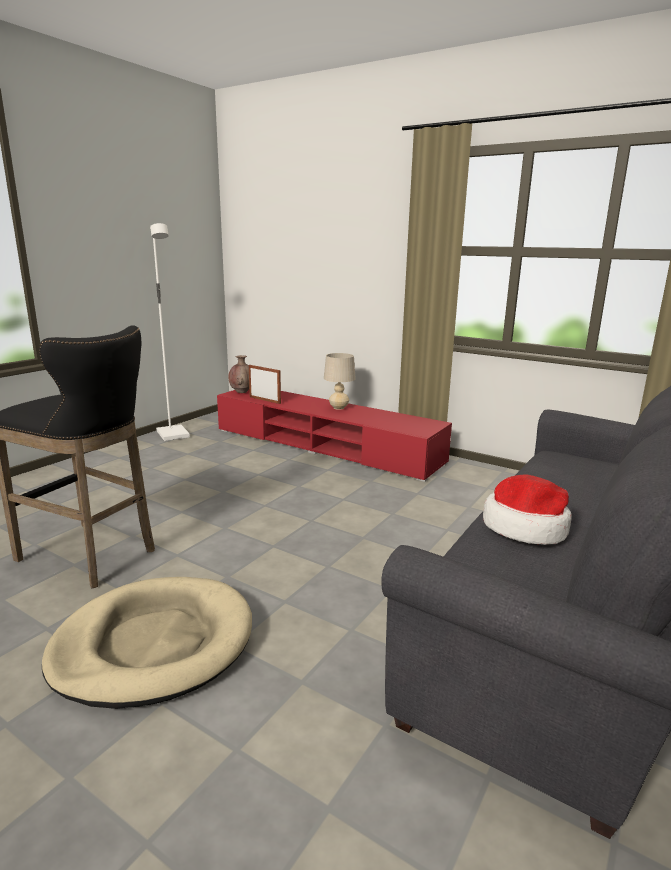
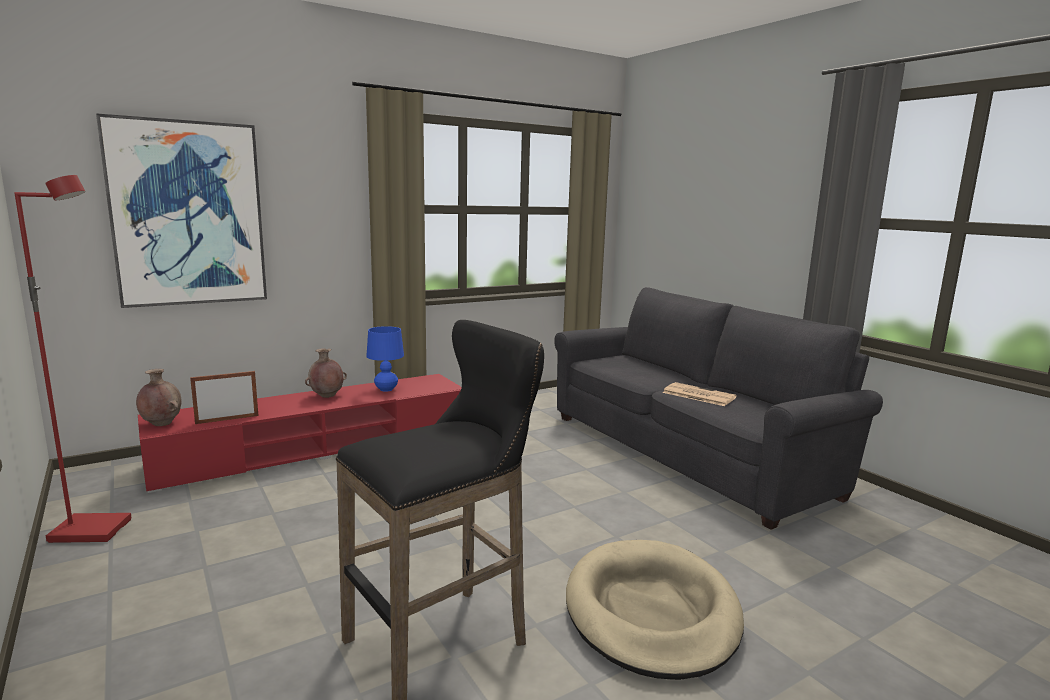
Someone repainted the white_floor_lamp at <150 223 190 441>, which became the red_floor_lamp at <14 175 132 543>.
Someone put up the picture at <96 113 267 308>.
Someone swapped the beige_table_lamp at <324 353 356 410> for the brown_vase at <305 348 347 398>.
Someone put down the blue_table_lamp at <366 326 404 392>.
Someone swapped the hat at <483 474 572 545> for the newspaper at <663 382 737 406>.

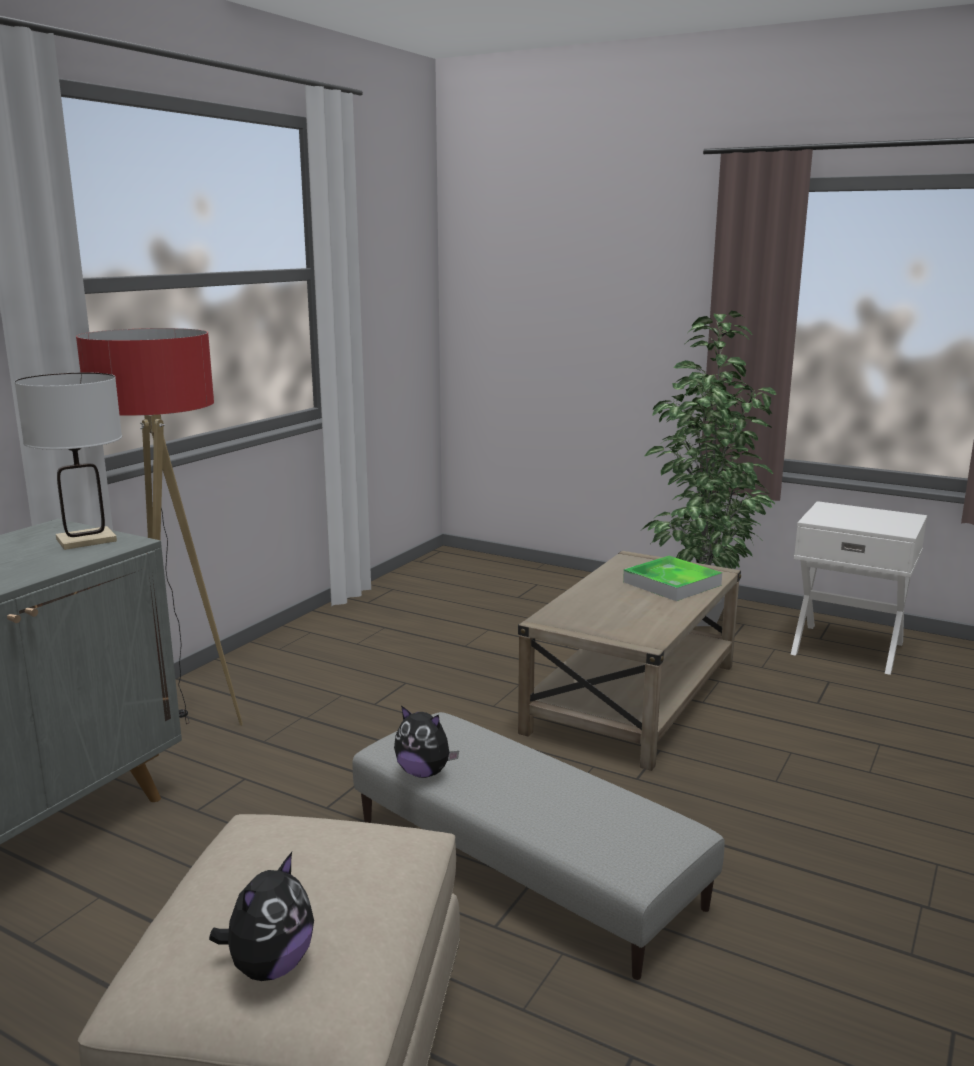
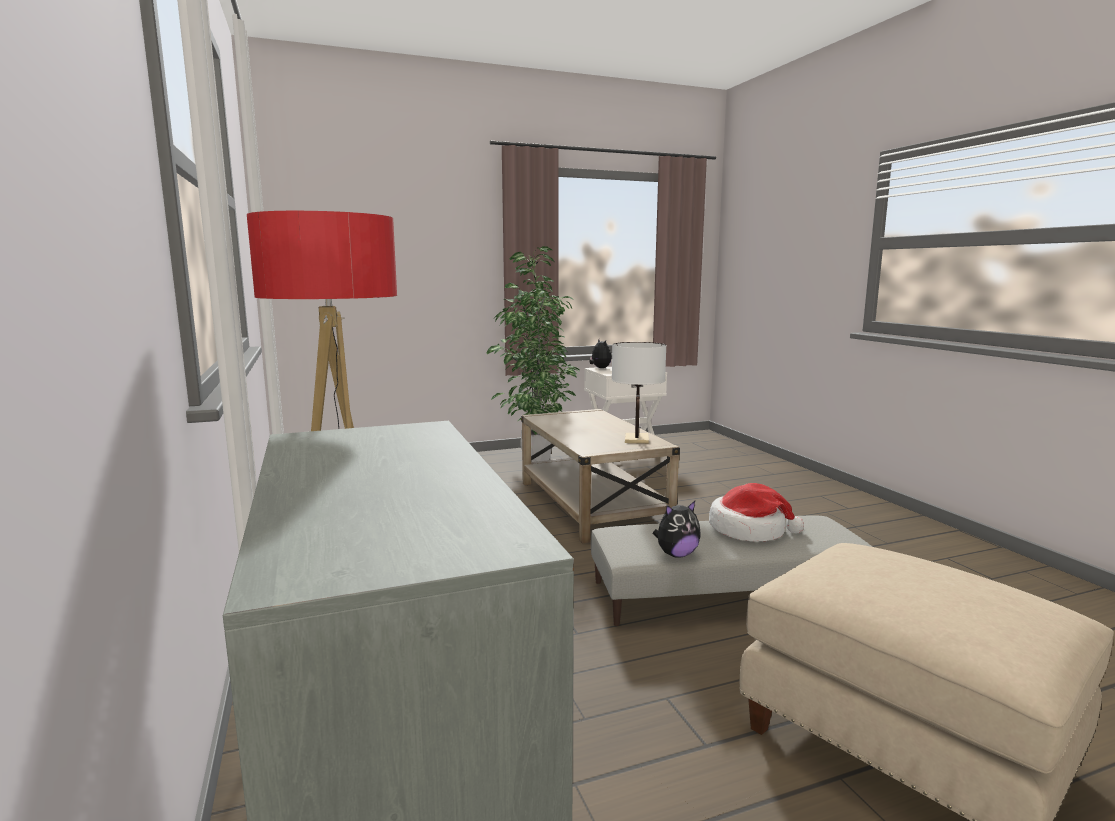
Someone carried the plush_toy from <209 852 314 981> to <589 340 612 368>.
Someone carried the white_table_lamp from <15 372 122 550> to <612 342 666 444>.
Someone put down the hat at <709 483 804 542>.
Someone took away the tray at <623 556 722 601>.

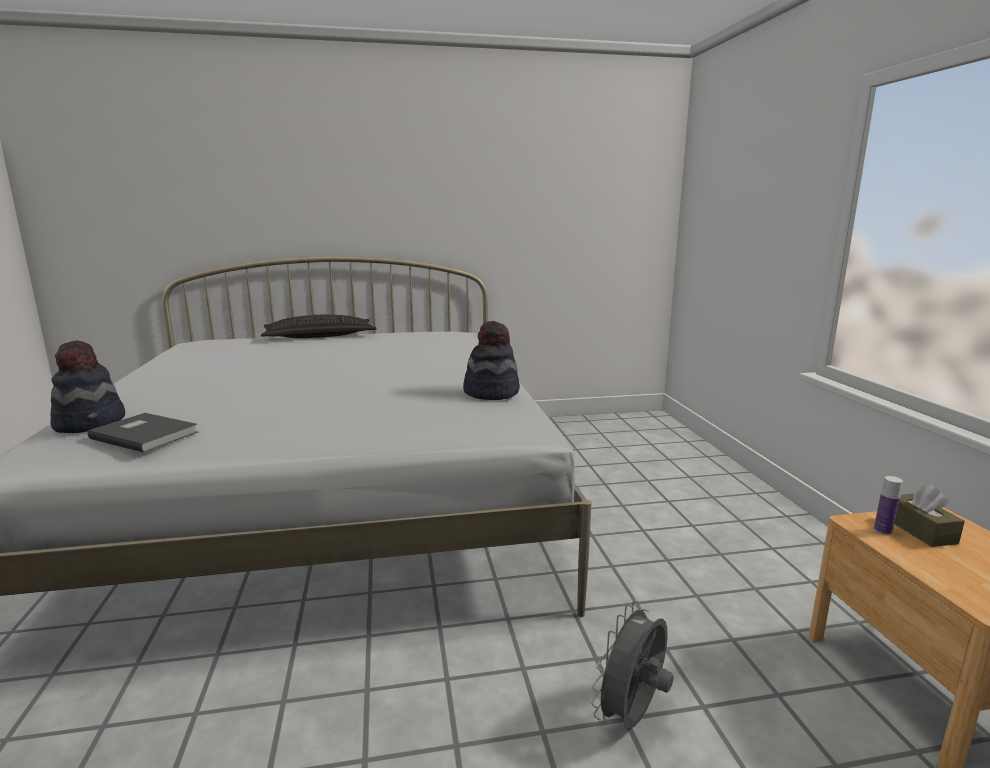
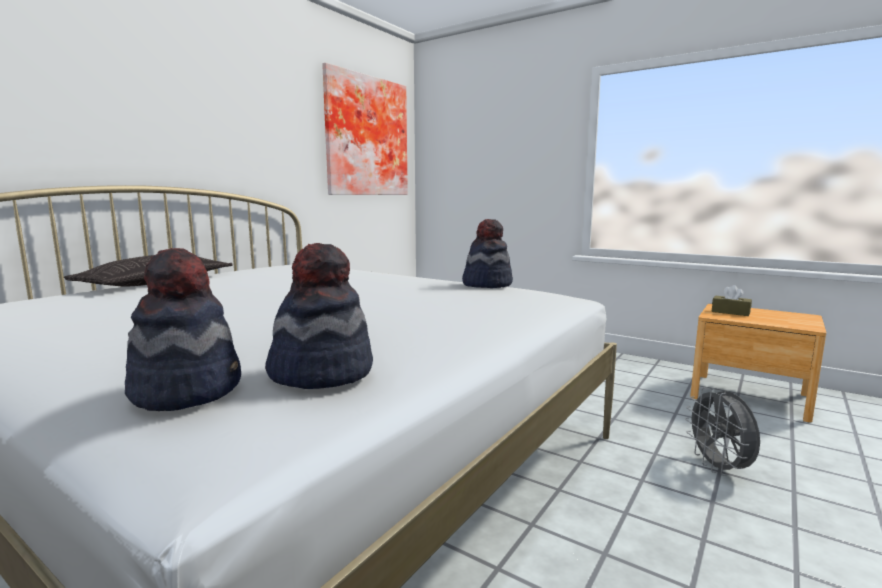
Someone swapped the grey_book at <88 413 198 453> for the hat at <265 243 373 389>.
Someone put up the picture at <322 63 408 195>.
Someone took away the bottle at <874 476 903 535>.

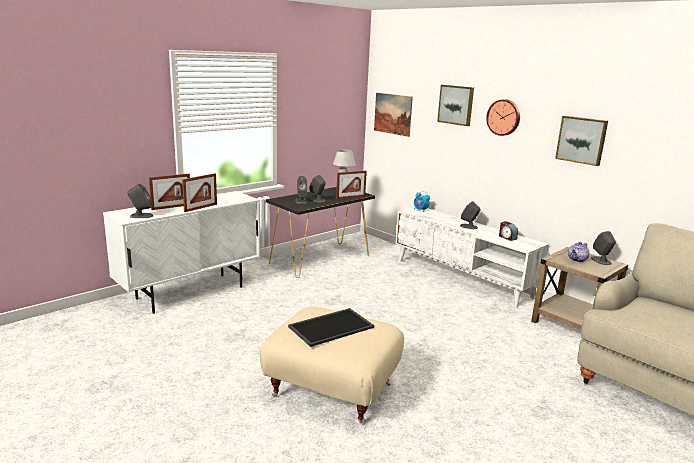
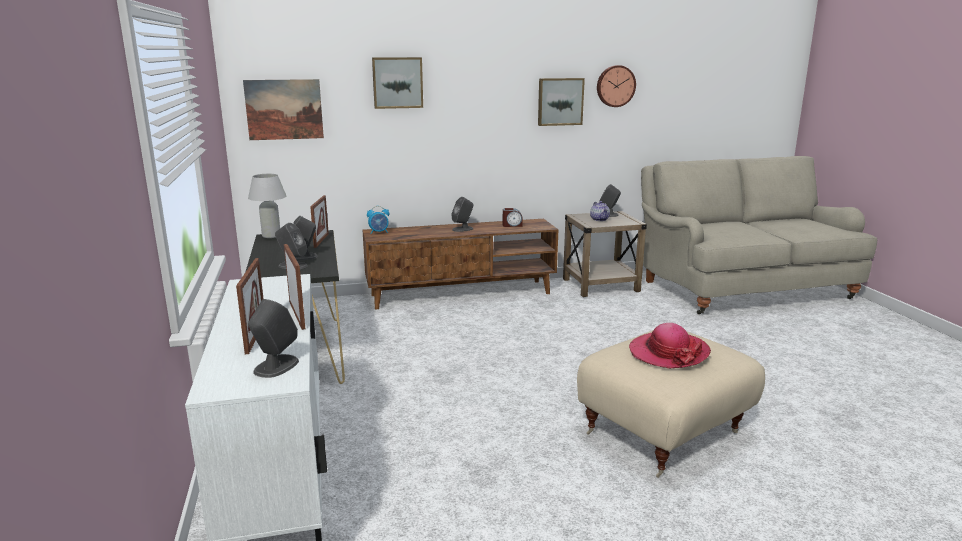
Someone repainted the white_tv_stand at <396 207 549 308>, which became the brown_tv_stand at <362 219 559 309>.
Someone carried the wall_clock from <486 99 520 136> to <597 65 636 107>.
Someone swapped the tray at <288 308 374 347> for the hat at <629 323 711 369>.

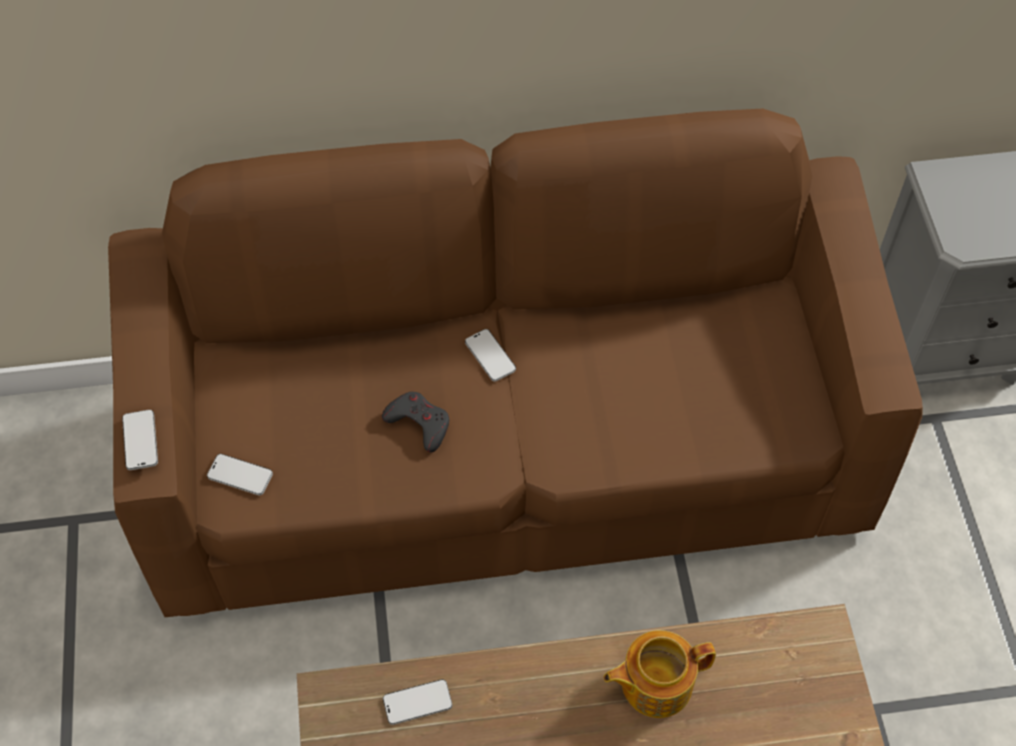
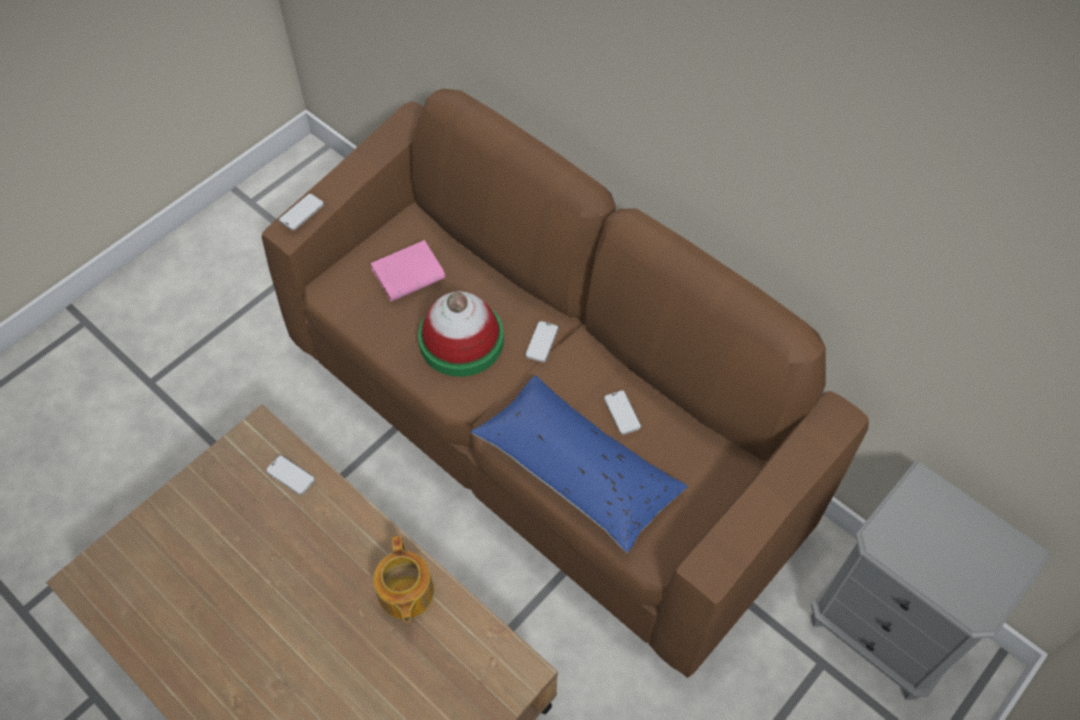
Someone put down the pink_book at <370 240 445 302>.
Someone rotated the teapot at <604 630 716 718> by 135 degrees counterclockwise.
Someone swapped the grey_game_controller at <382 392 449 452> for the hat at <418 291 504 377>.
Someone put down the blue_pillow at <471 376 688 553>.
Someone carried the phone from <207 454 273 495> to <604 390 641 435>.

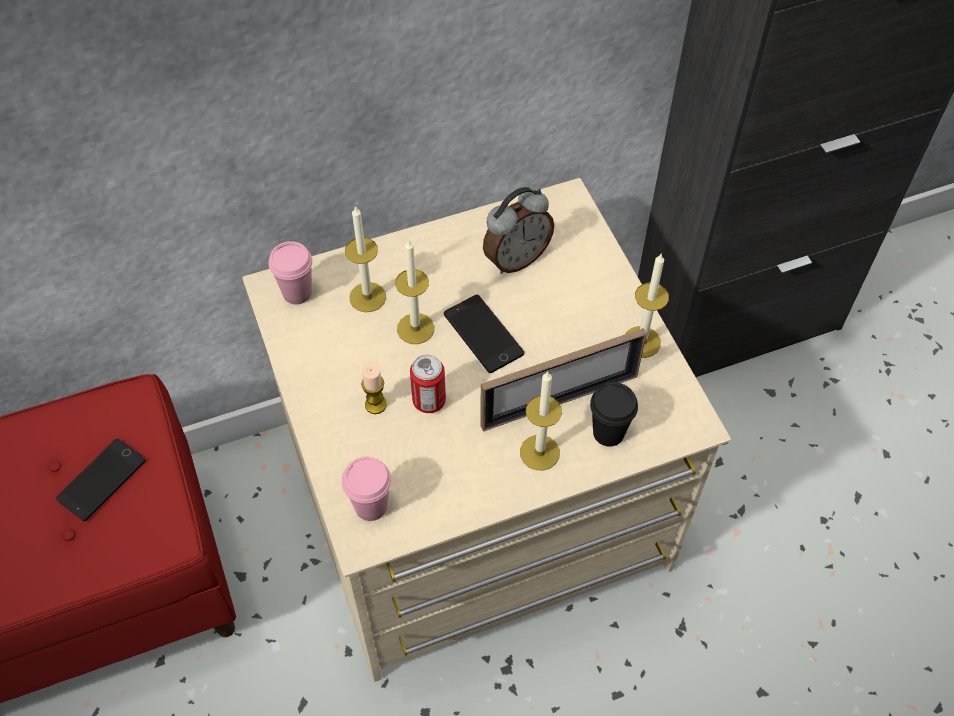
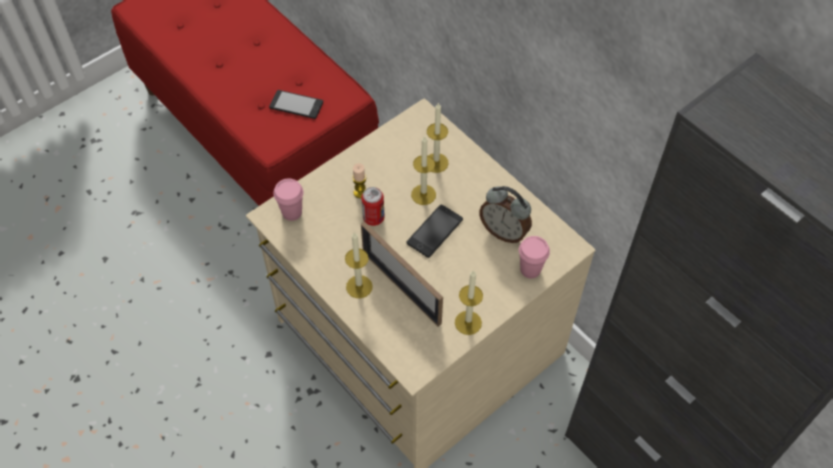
Someone carried the pink_cup from <269 241 313 305> to <519 236 550 278>.
Someone took away the black_cup at <590 382 638 447>.

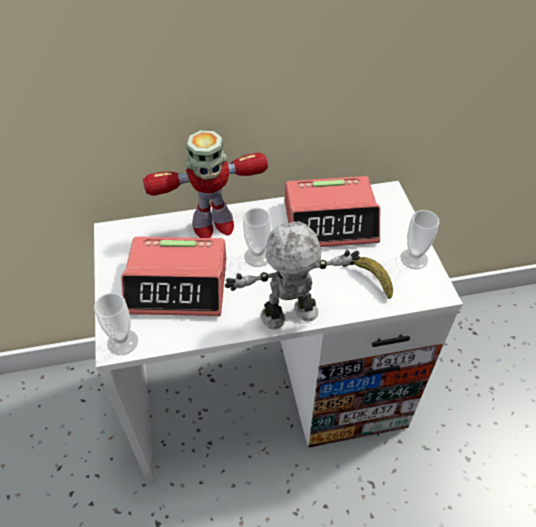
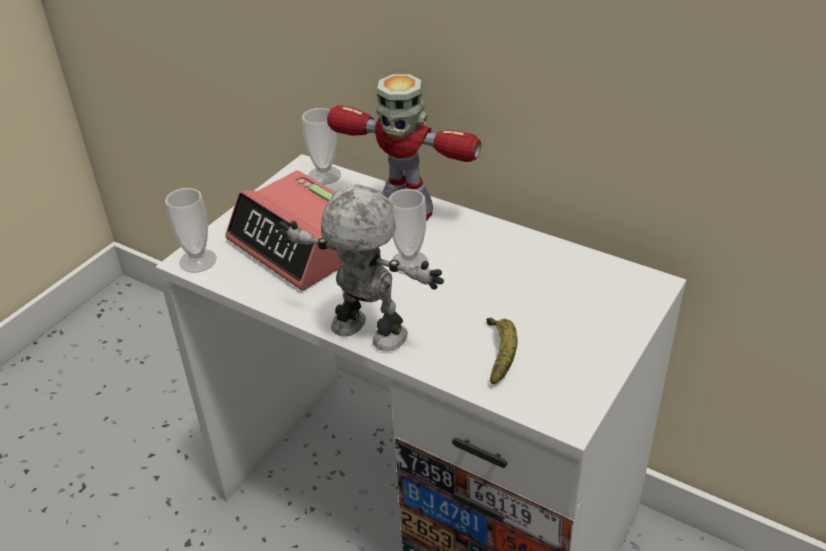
Someone carried the cup from <401 210 440 269> to <302 108 341 185>.
Someone took away the alarm_clock at <285 176 380 247>.

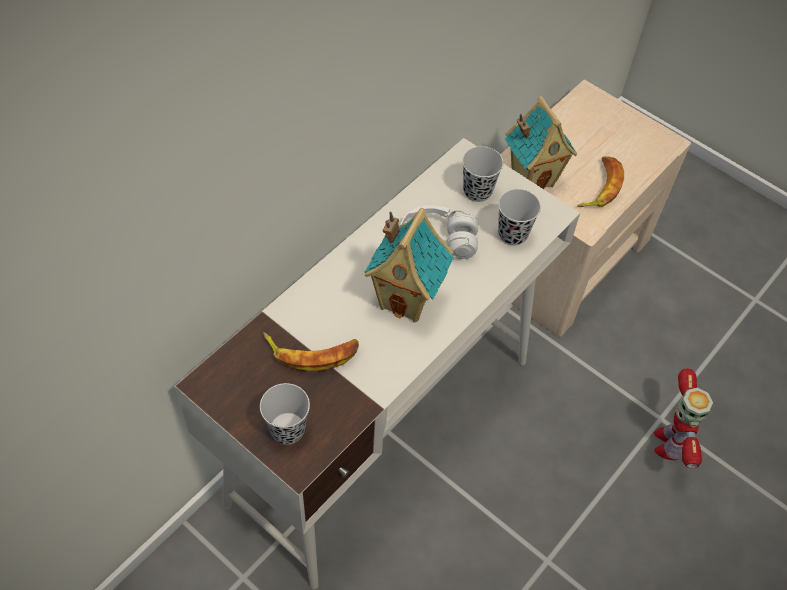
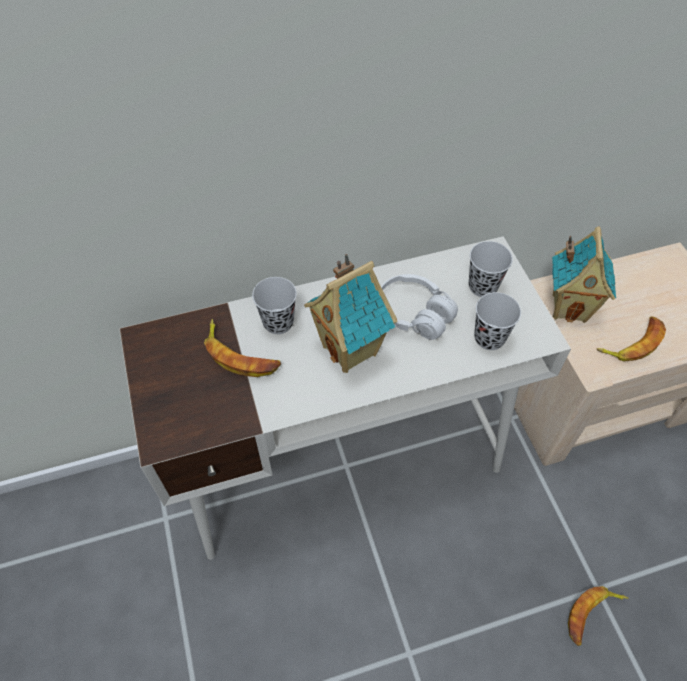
Someone carried the black_cup from <260 383 310 445> to <252 277 297 334>.
Someone swapped the toy_robot at <654 368 713 469> for the banana at <568 586 629 646>.

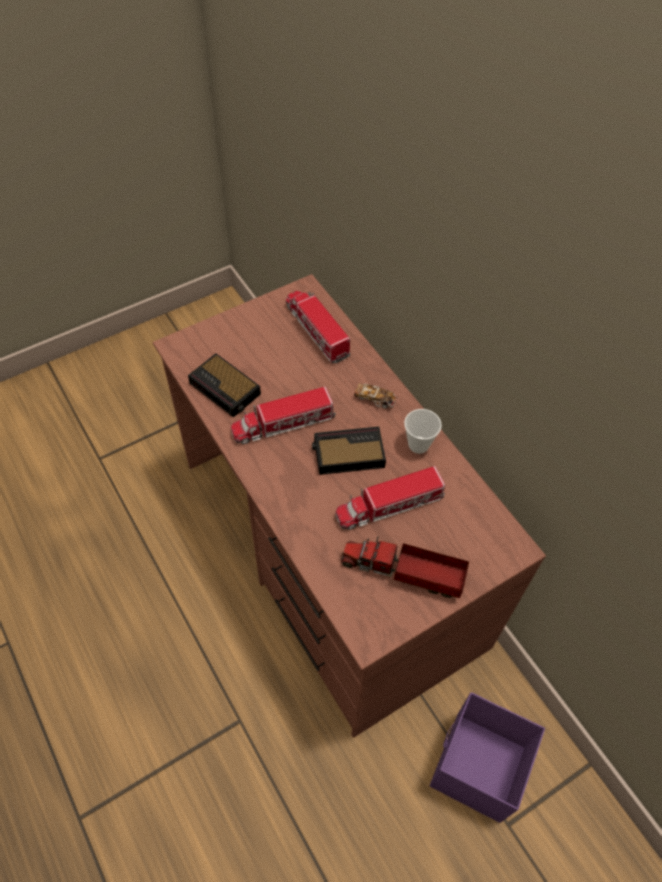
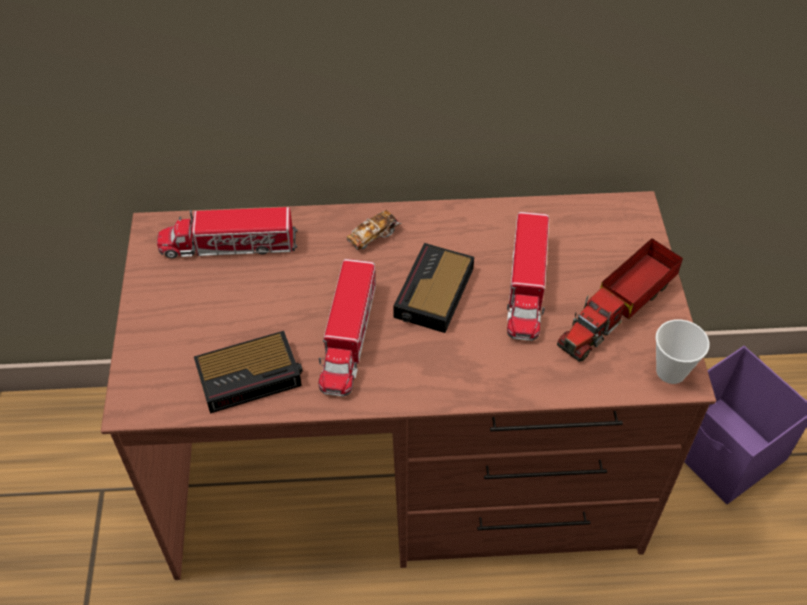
Someone carried the cup from <404 409 442 454> to <655 319 710 384>.

